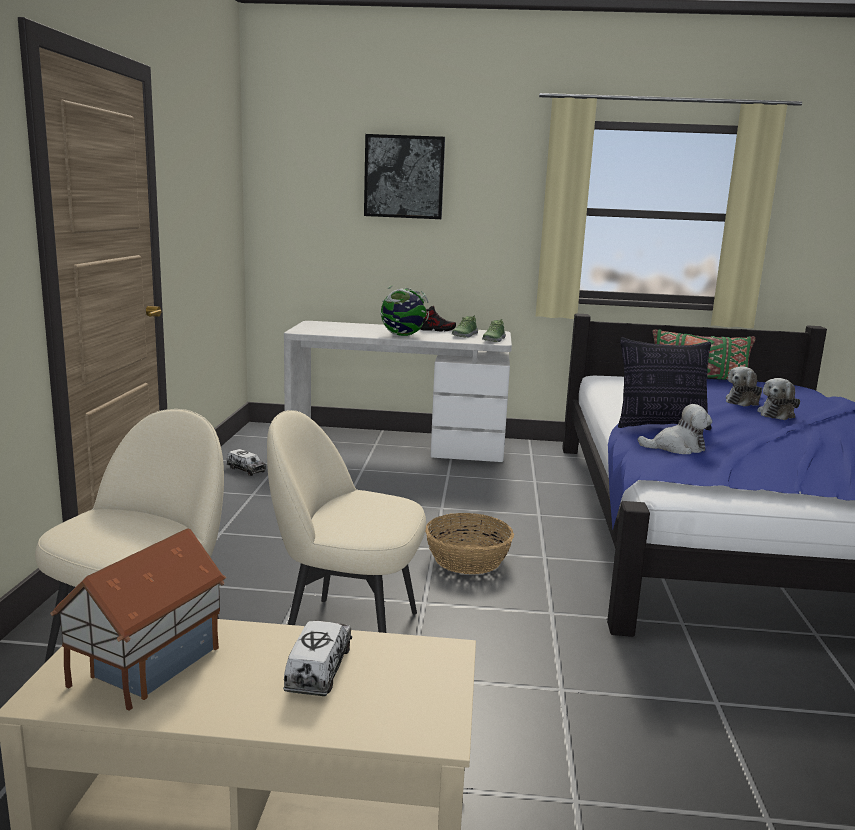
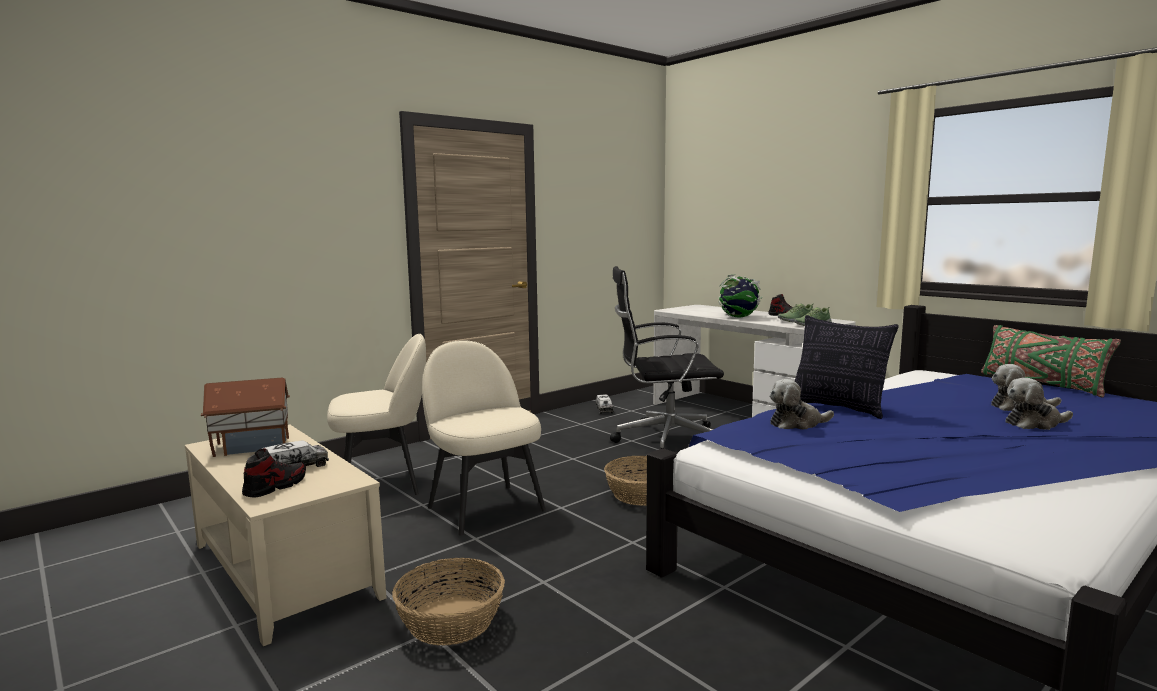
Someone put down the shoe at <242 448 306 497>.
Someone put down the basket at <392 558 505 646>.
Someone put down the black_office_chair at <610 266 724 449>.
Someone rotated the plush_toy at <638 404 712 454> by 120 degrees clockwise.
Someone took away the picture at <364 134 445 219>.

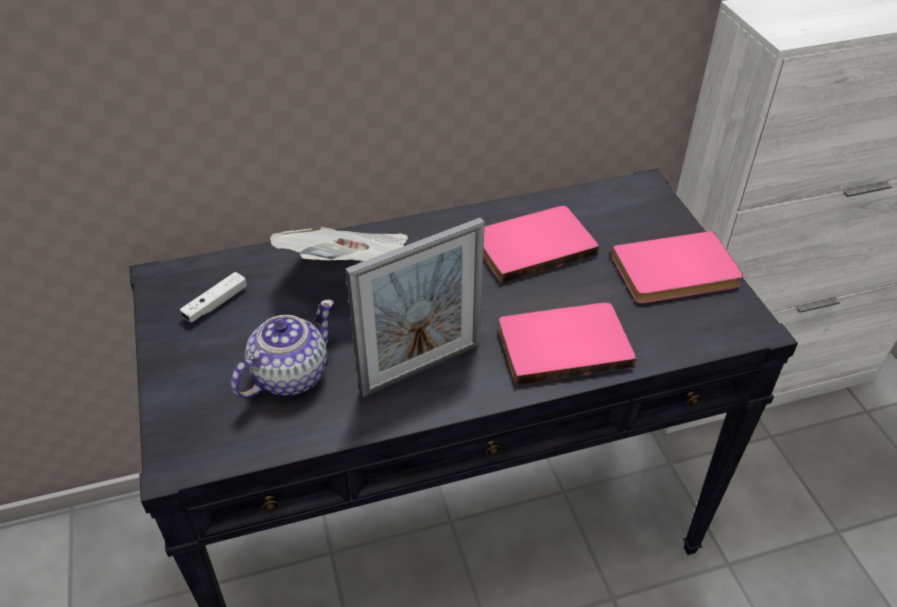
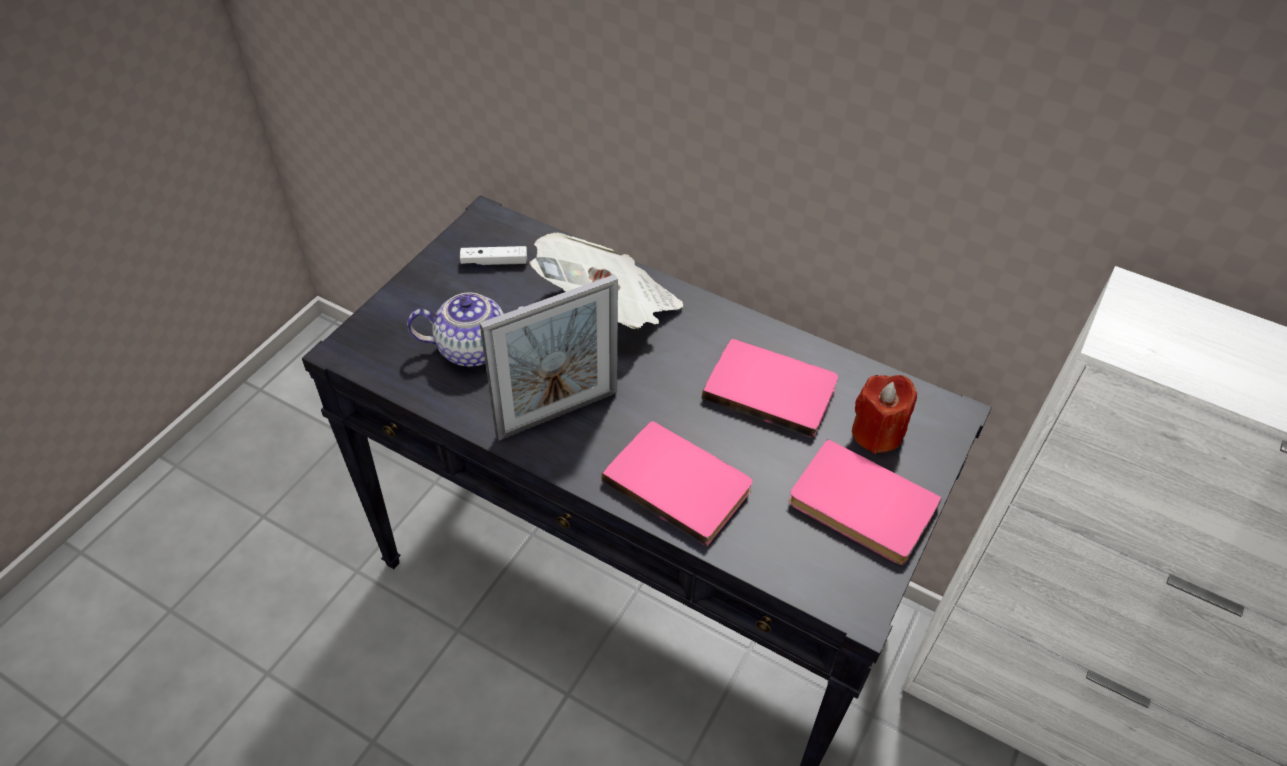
Someone rotated the picture_frame at <345 218 485 397> by 45 degrees counterclockwise.
Someone put down the red_candle at <852 375 917 454>.

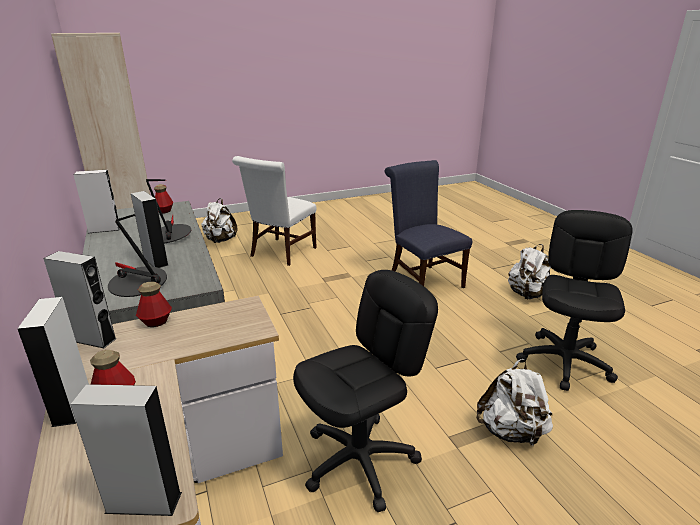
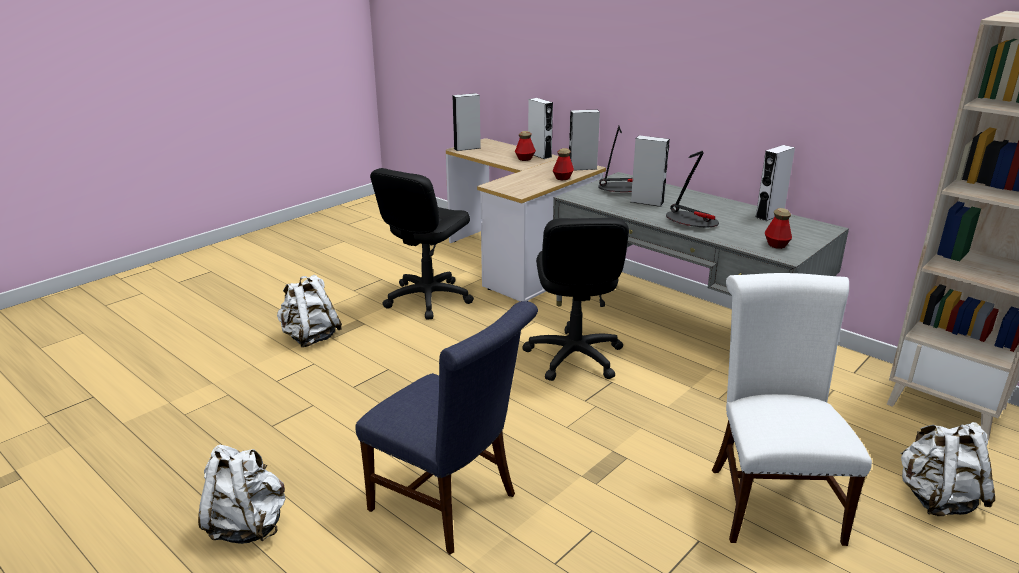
Someone carried the black_office_chair from <516 210 633 391> to <522 217 629 381>.

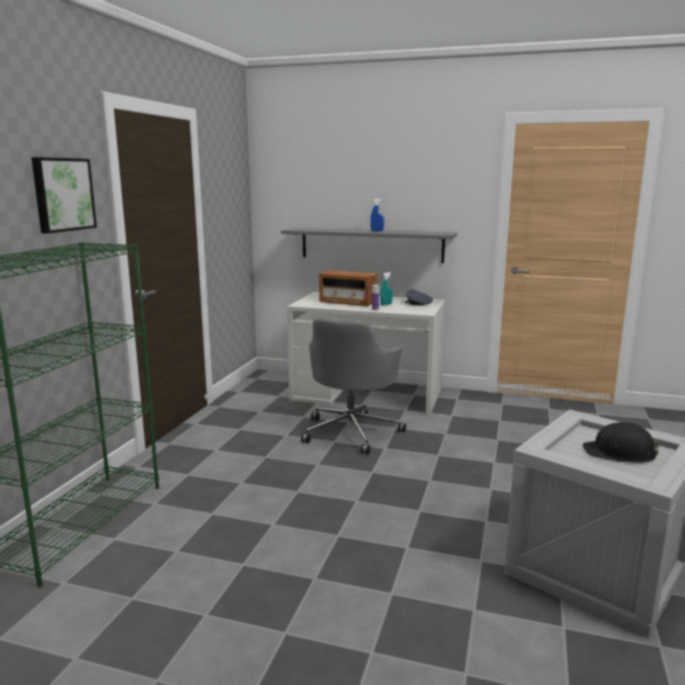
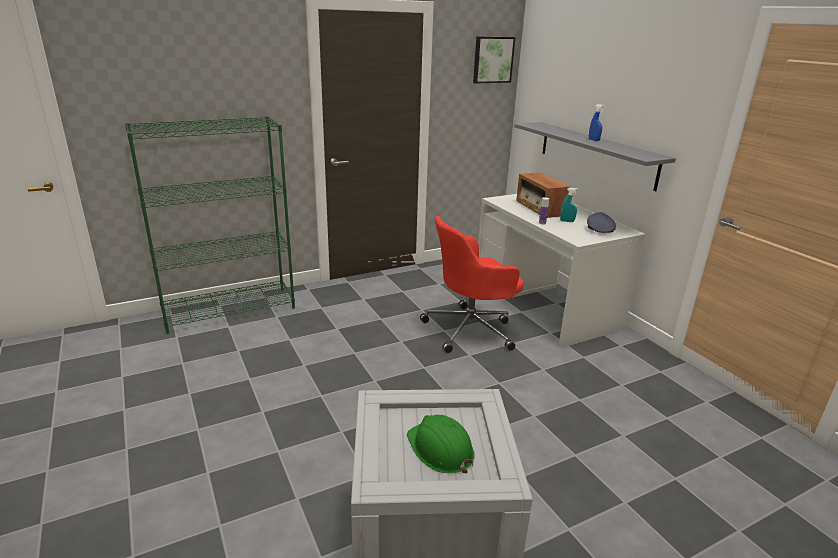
Someone repainted the black_hard_hat at <583 422 659 463>, which became the green_hard_hat at <407 415 475 473>.
Someone repainted the grey_office_chair at <301 318 406 455>, which became the red_office_chair at <420 216 524 353>.
Someone carried the picture from <31 157 97 234> to <473 36 515 84>.

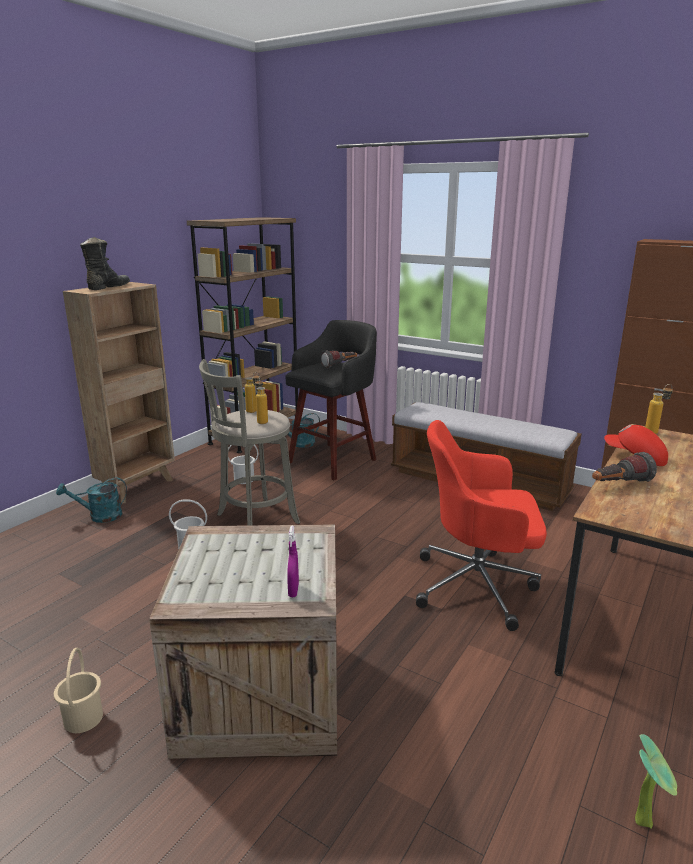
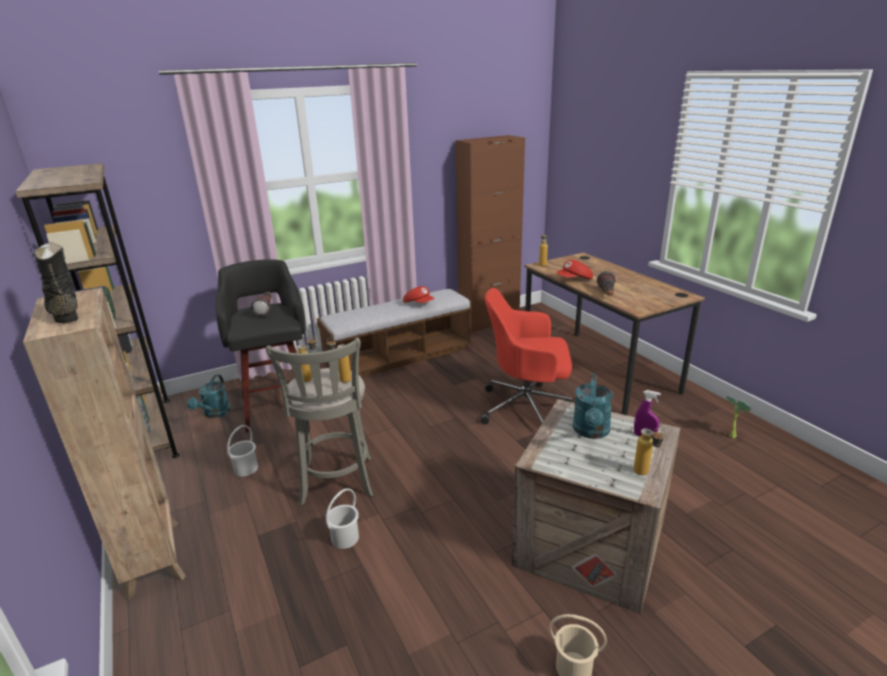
Someone put down the red_cap at <403 286 435 303>.
Someone rotated the red_office_chair at <416 420 547 631> by 60 degrees clockwise.
Someone carried the turquoise_watering_can from <56 478 127 523> to <573 373 613 439>.
Someone put down the bottle at <634 428 664 475>.

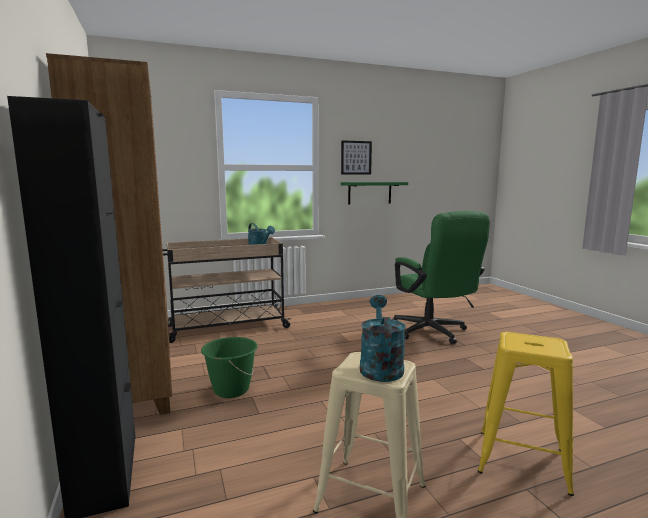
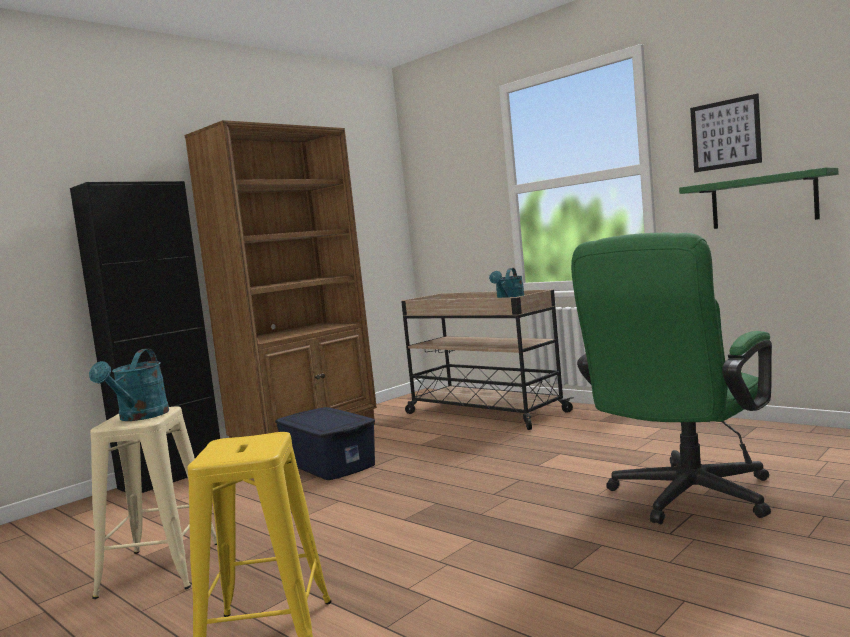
Someone rotated the turquoise_watering_can at <360 295 406 382> by 120 degrees clockwise.
Someone swapped the green_bucket at <201 337 258 398> for the blue_storage_box at <275 407 375 480>.

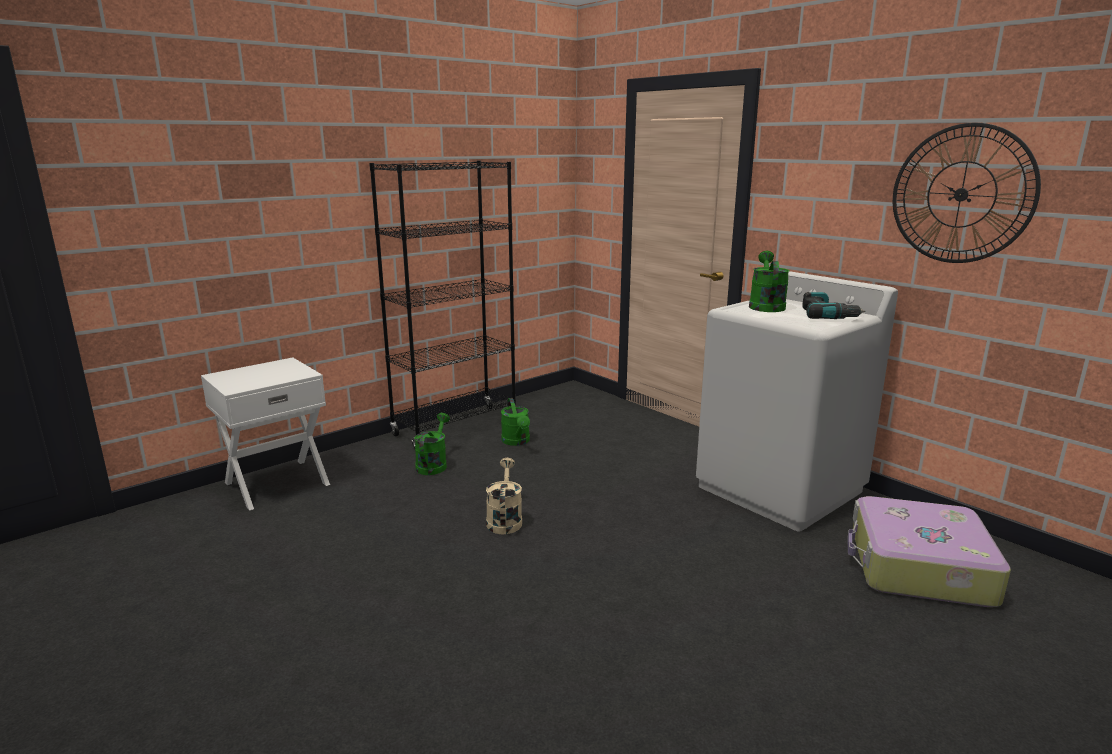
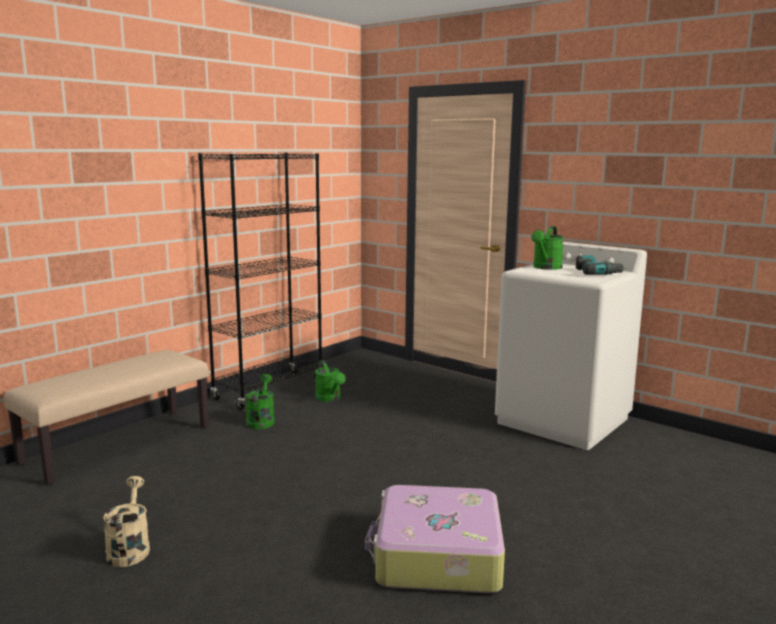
Someone swapped the white_nightstand at <201 357 330 511> for the beige_bench at <4 350 209 485>.
Someone carried the beige_watering_can from <486 458 522 534> to <103 476 150 567>.
Someone carried the suitcase from <847 496 1011 607> to <365 485 505 593>.
Someone rotated the green_watering_can at <749 251 790 312> by 150 degrees counterclockwise.
Someone took away the wall_clock at <893 123 1041 263>.

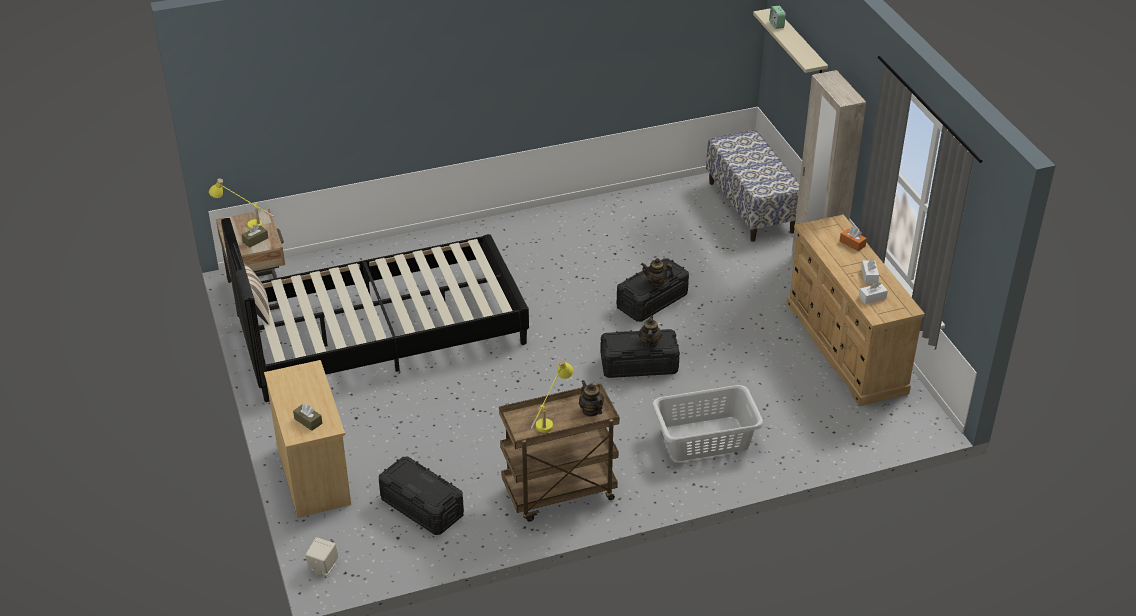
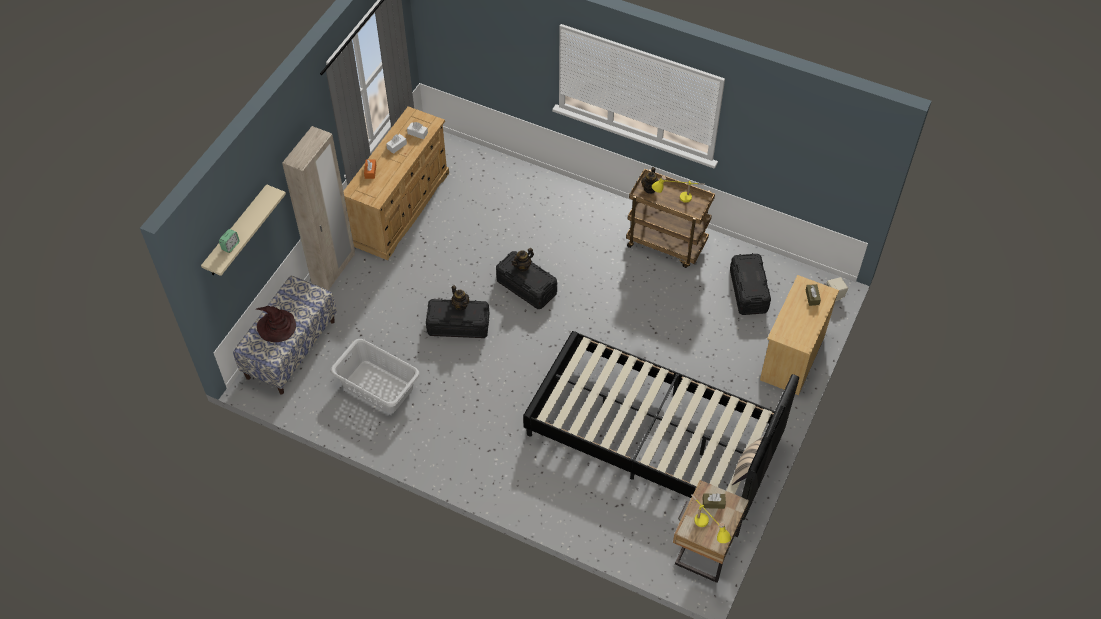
Someone put down the brown_hat at <256 306 296 342>.
Someone carried the grey_laundry_basket from <652 385 764 461> to <331 339 420 413>.

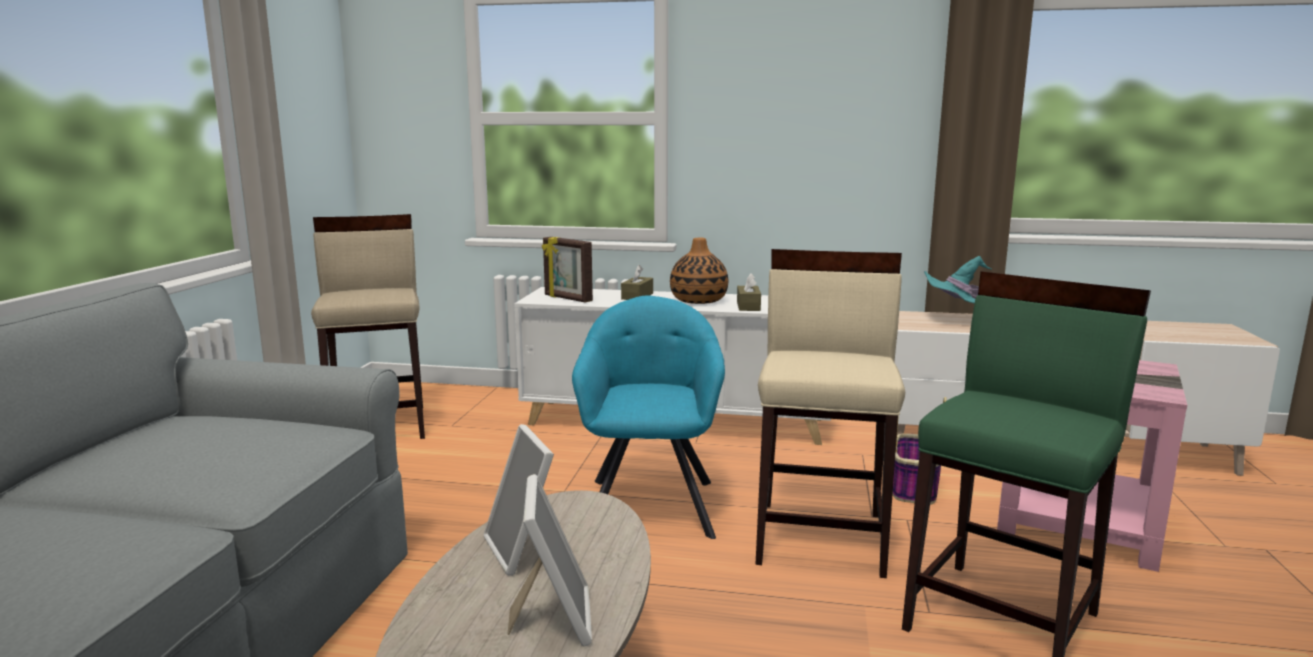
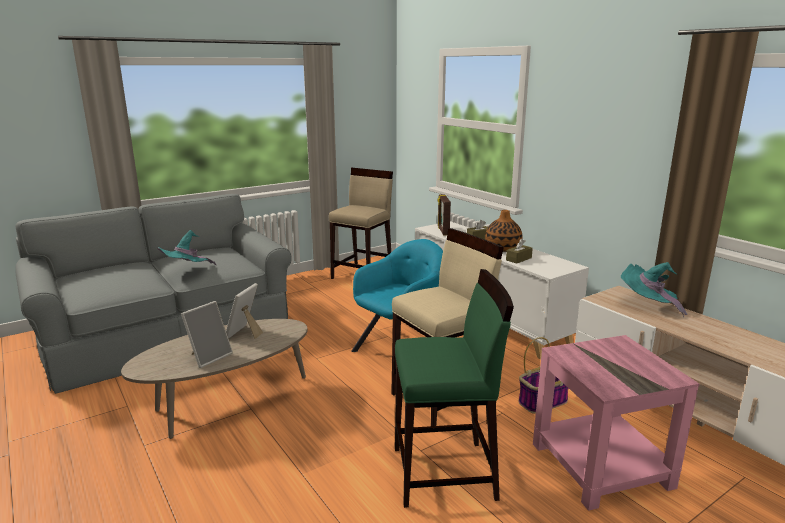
Someone put down the turquoise_hat at <157 230 217 265>.

